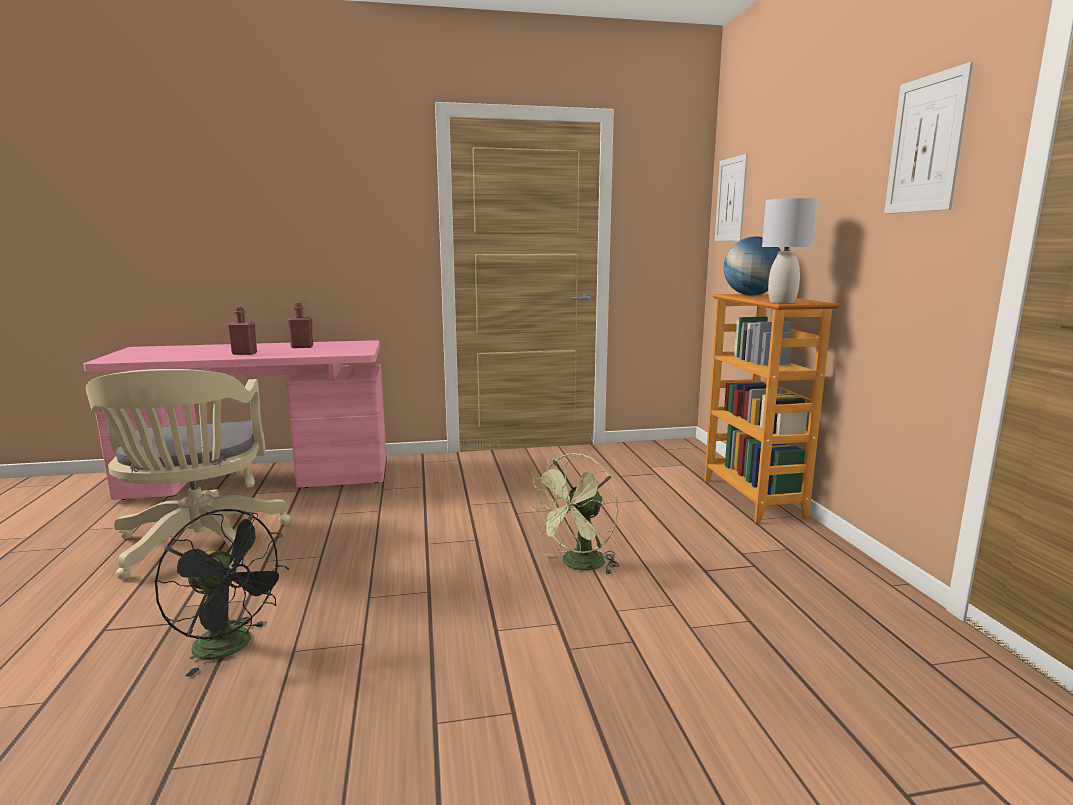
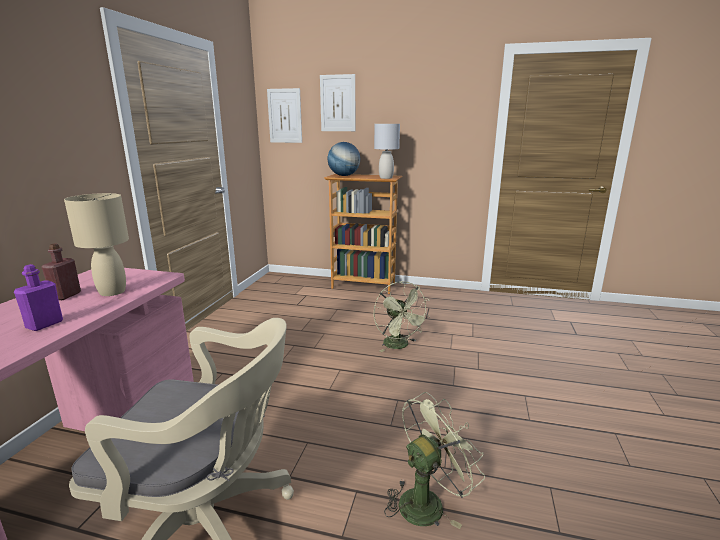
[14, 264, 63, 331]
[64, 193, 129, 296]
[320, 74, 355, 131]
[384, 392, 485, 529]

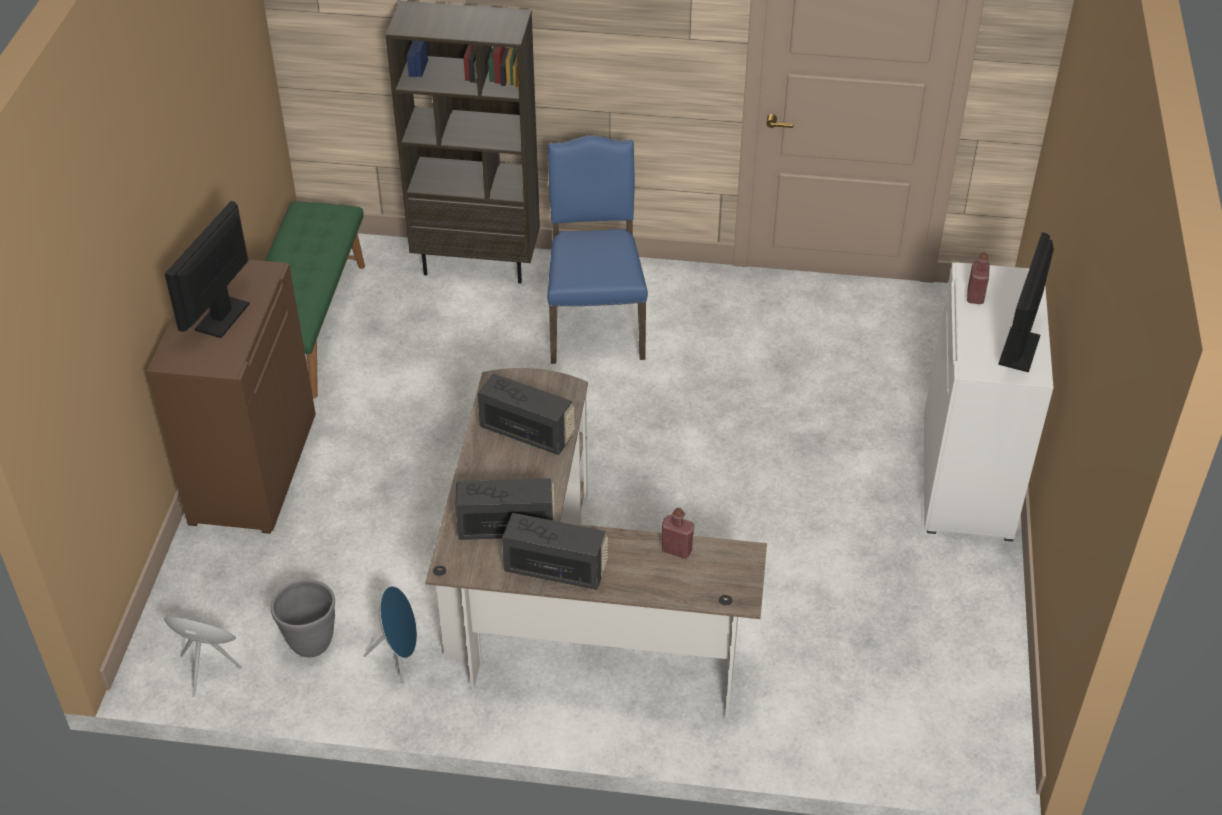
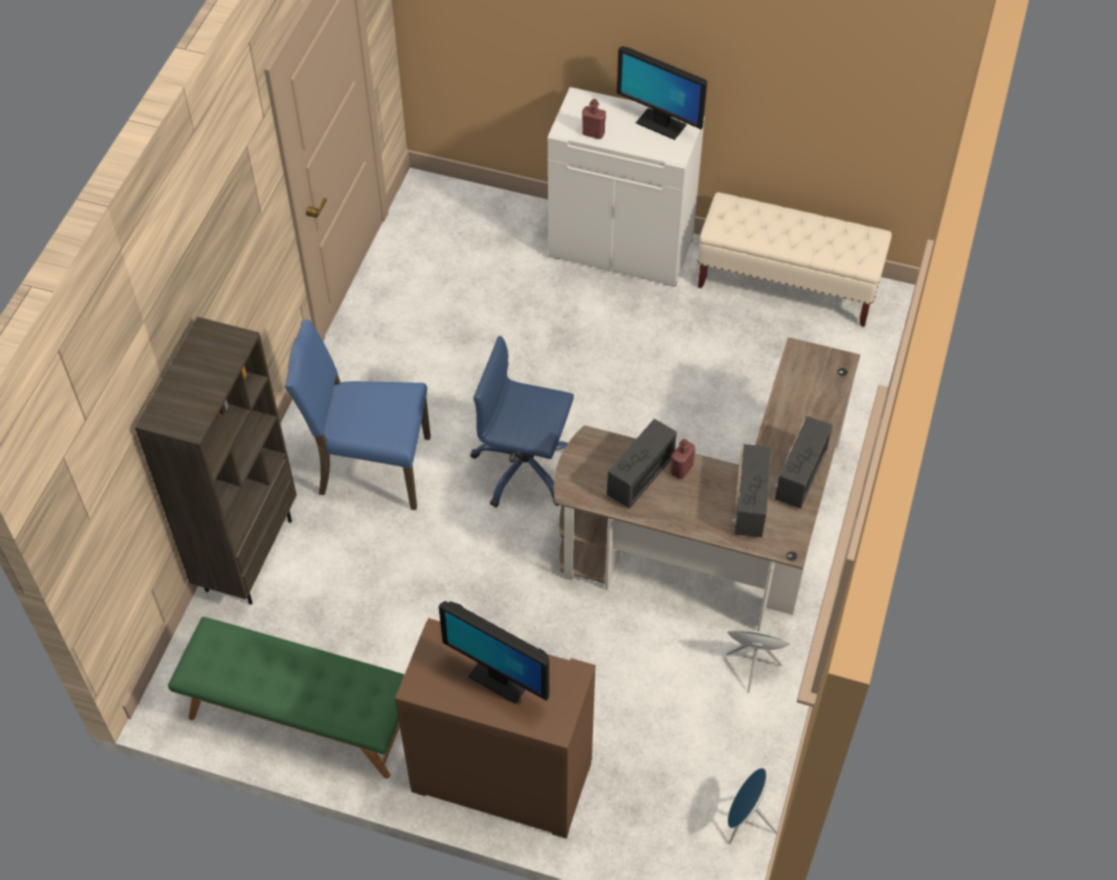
[471, 336, 574, 508]
[670, 439, 695, 479]
[697, 192, 892, 327]
[271, 579, 335, 657] (first image)

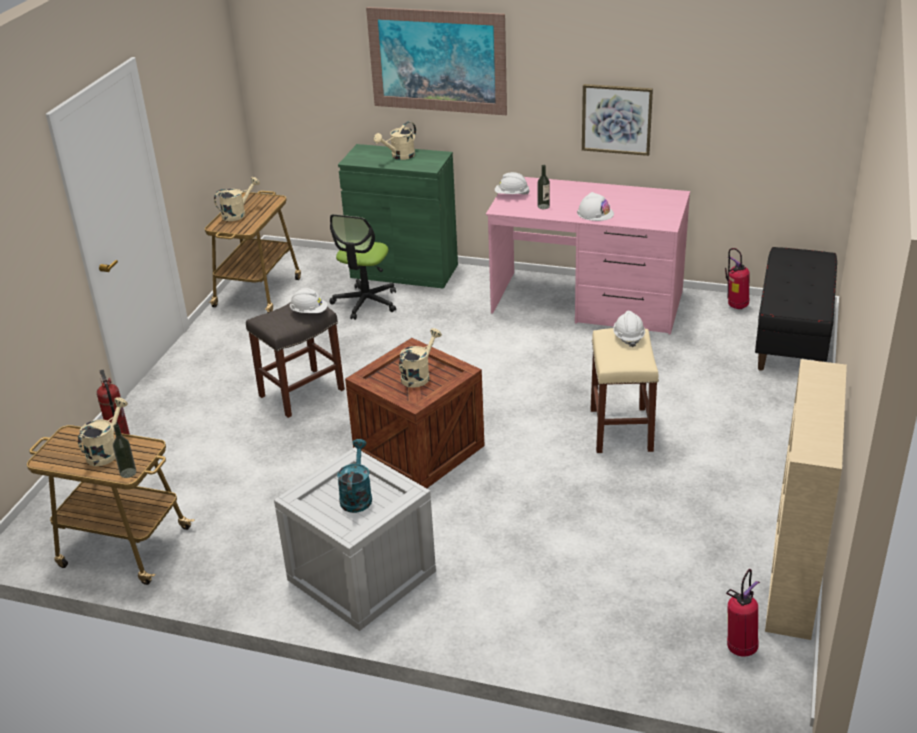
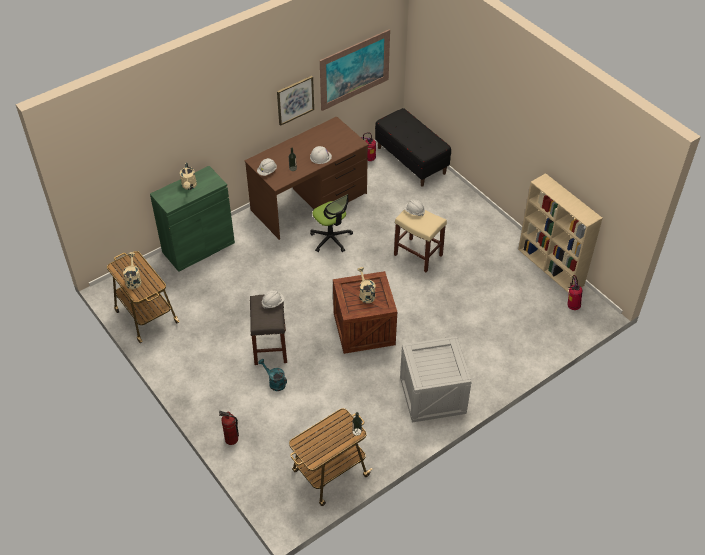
[244, 116, 369, 240]
[258, 359, 287, 391]
[310, 194, 353, 252]
[320, 29, 390, 111]
[78, 398, 128, 466] (first image)

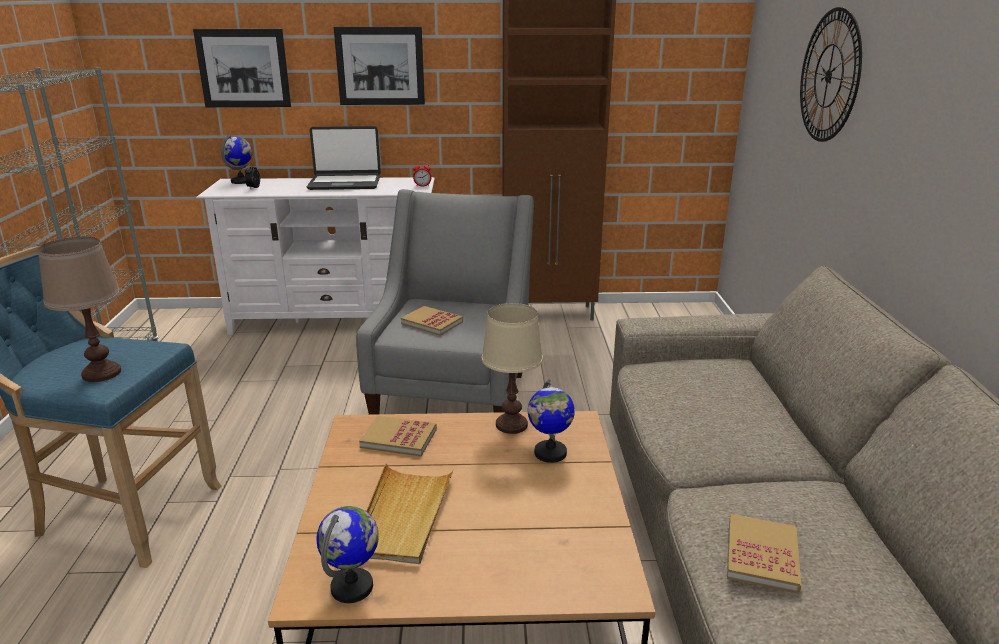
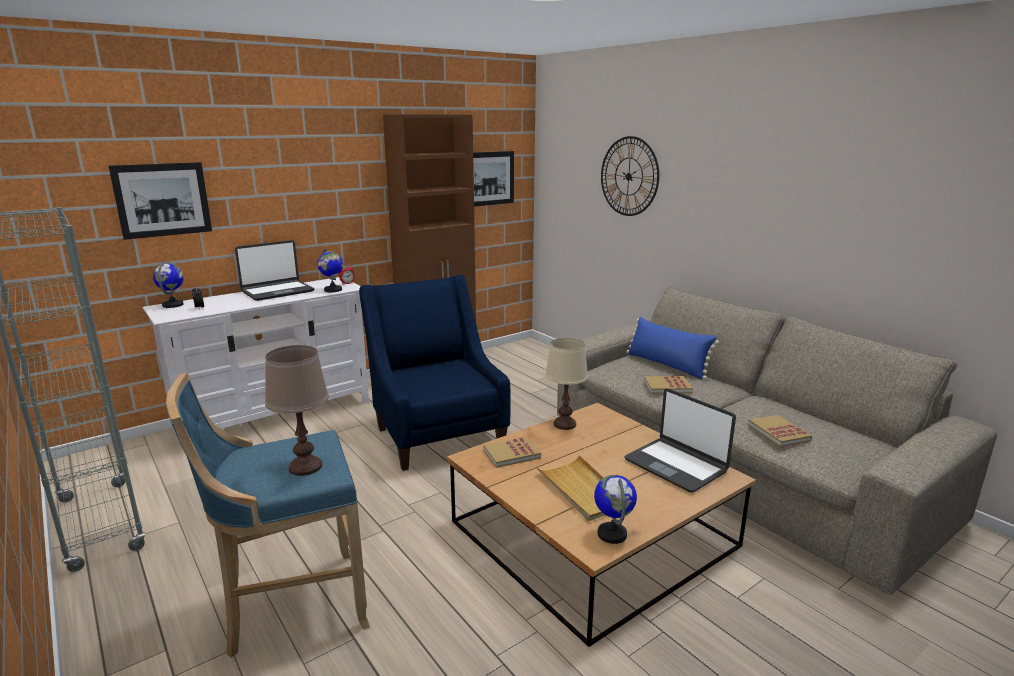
[317, 248, 343, 293]
[359, 275, 511, 471]
[473, 151, 514, 207]
[625, 388, 736, 492]
[626, 317, 719, 380]
[644, 376, 693, 394]

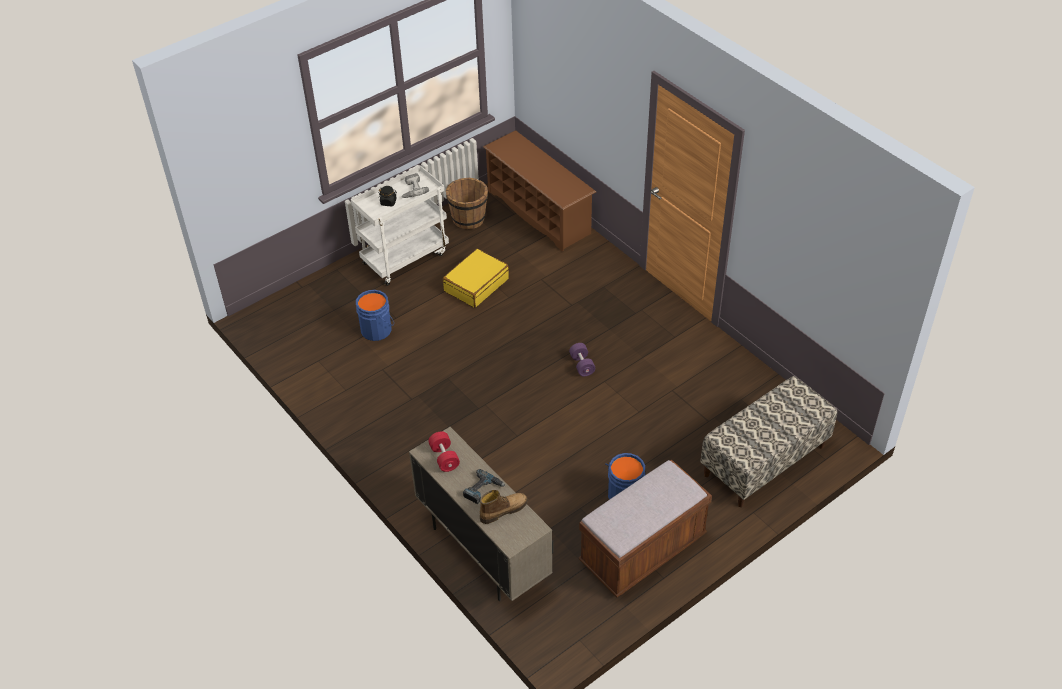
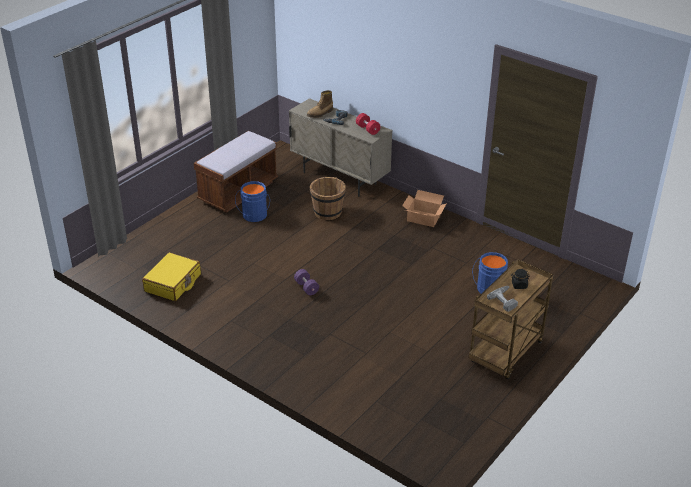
[142, 252, 201, 301]
[310, 177, 346, 220]
[402, 190, 447, 227]
[469, 259, 554, 380]
[483, 130, 596, 252] (first image)
[700, 376, 837, 507] (first image)

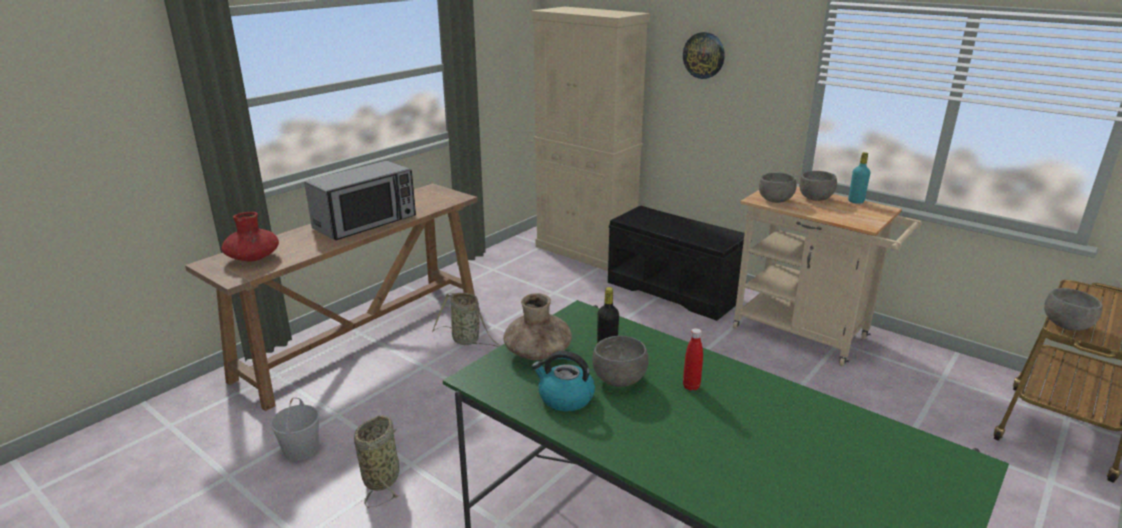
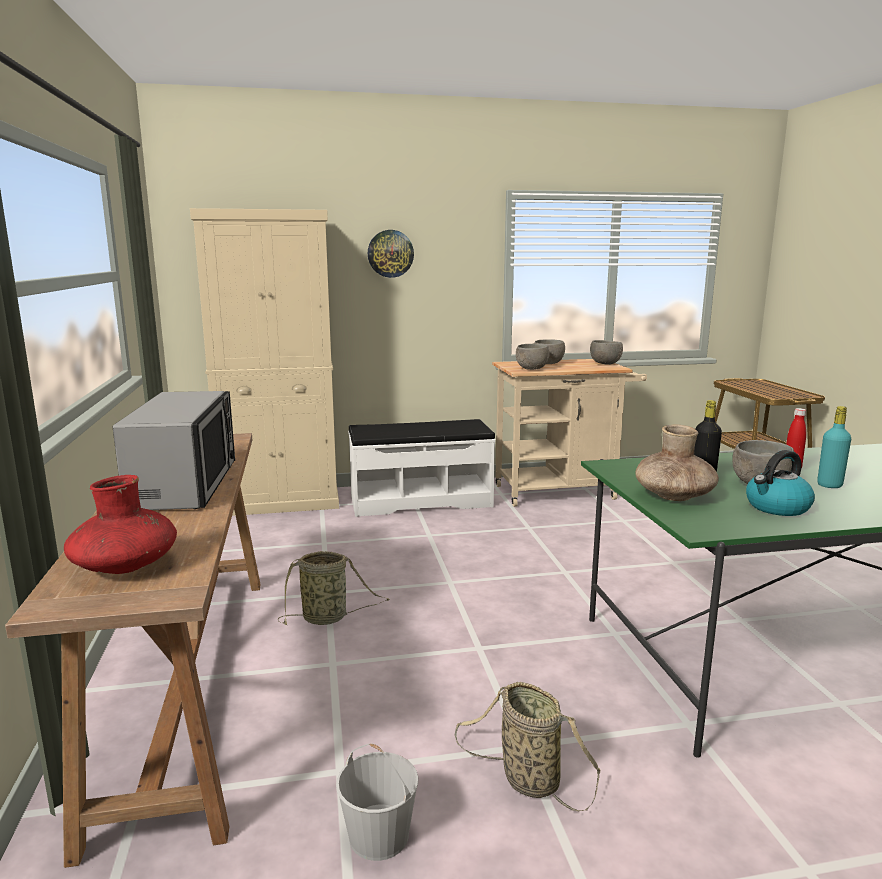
[348, 419, 496, 517]
[590, 340, 623, 365]
[817, 406, 851, 488]

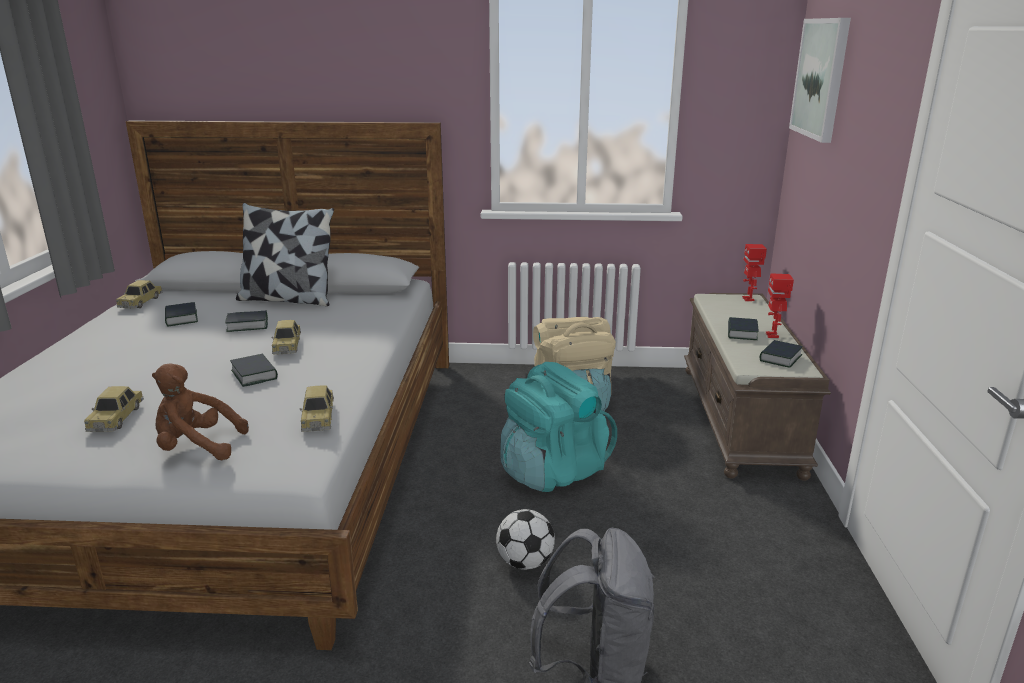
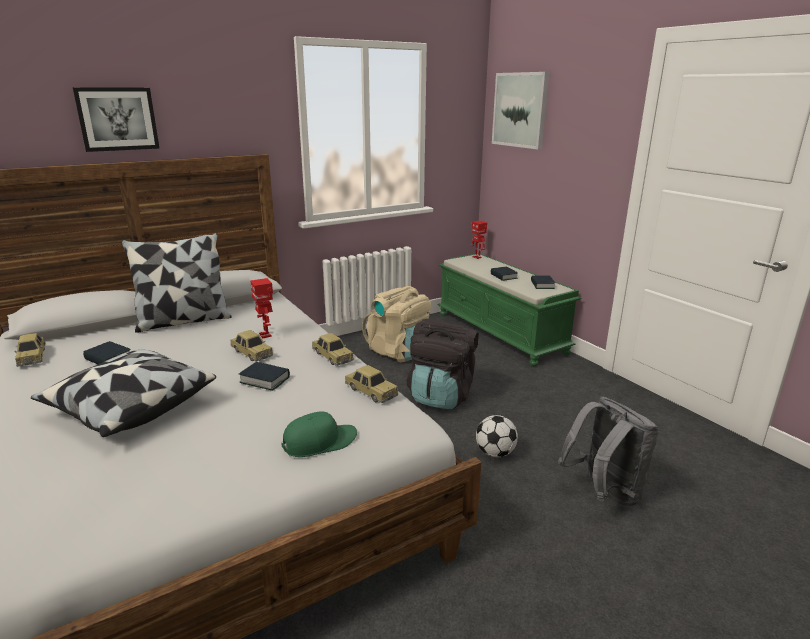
[31, 350, 216, 437]
[73, 87, 160, 152]
[250, 278, 273, 339]
[281, 411, 357, 457]
[312, 333, 354, 366]
[407, 319, 479, 409]
[438, 253, 582, 366]
[225, 310, 268, 332] (first image)

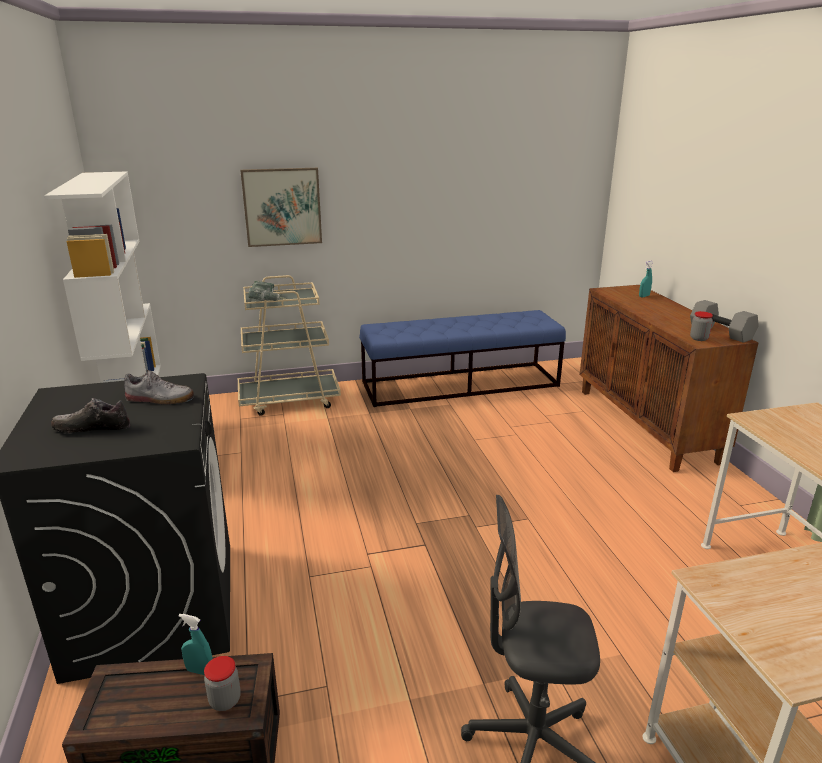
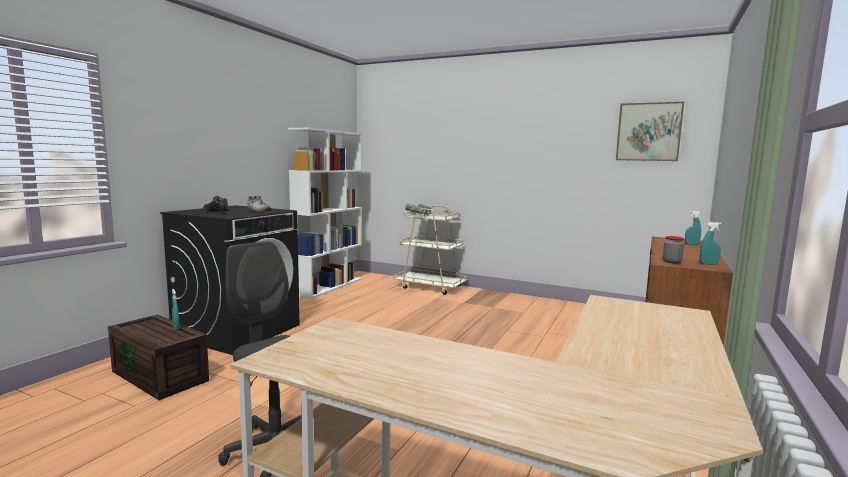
[616, 102, 684, 161]
[699, 222, 722, 265]
[204, 656, 241, 711] (first image)
[359, 310, 566, 407] (first image)

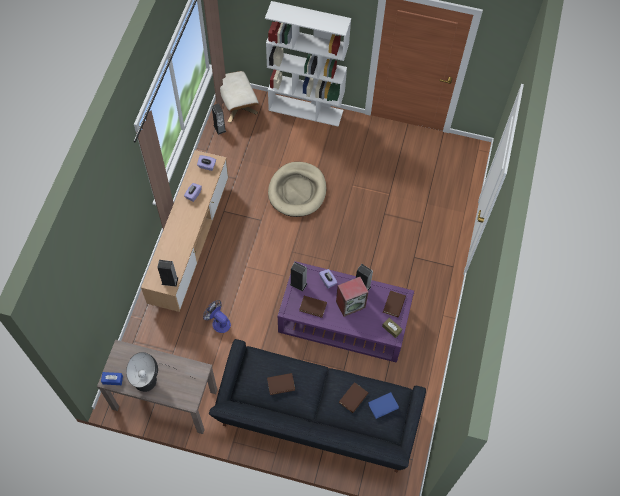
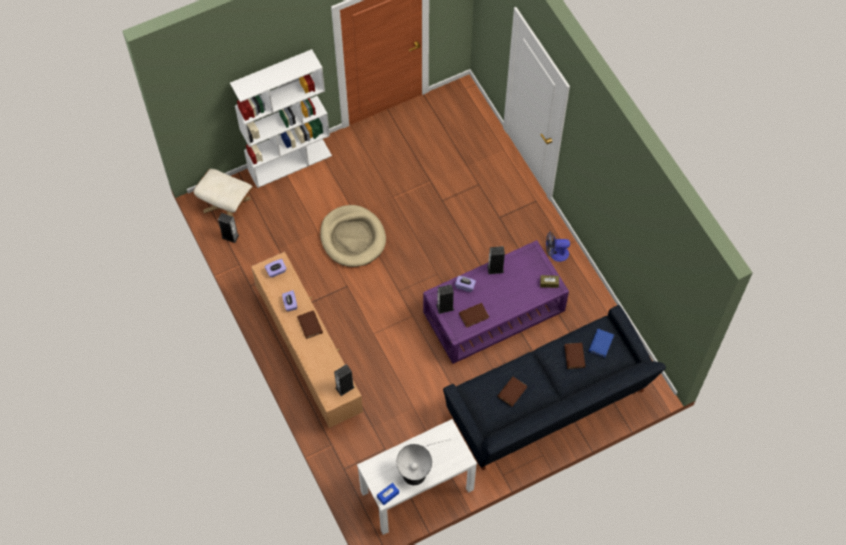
[297, 310, 323, 339]
[357, 419, 477, 535]
[546, 232, 570, 262]
[336, 277, 368, 317] (first image)

